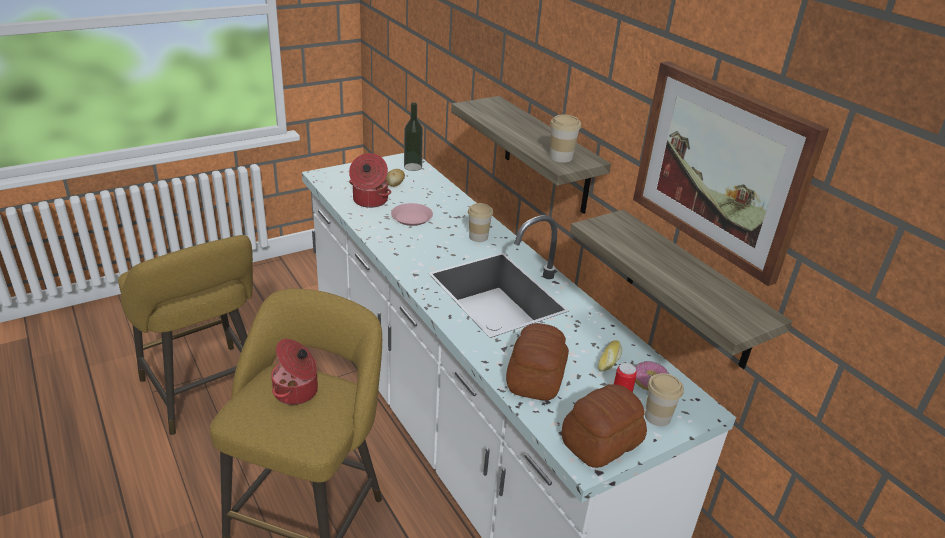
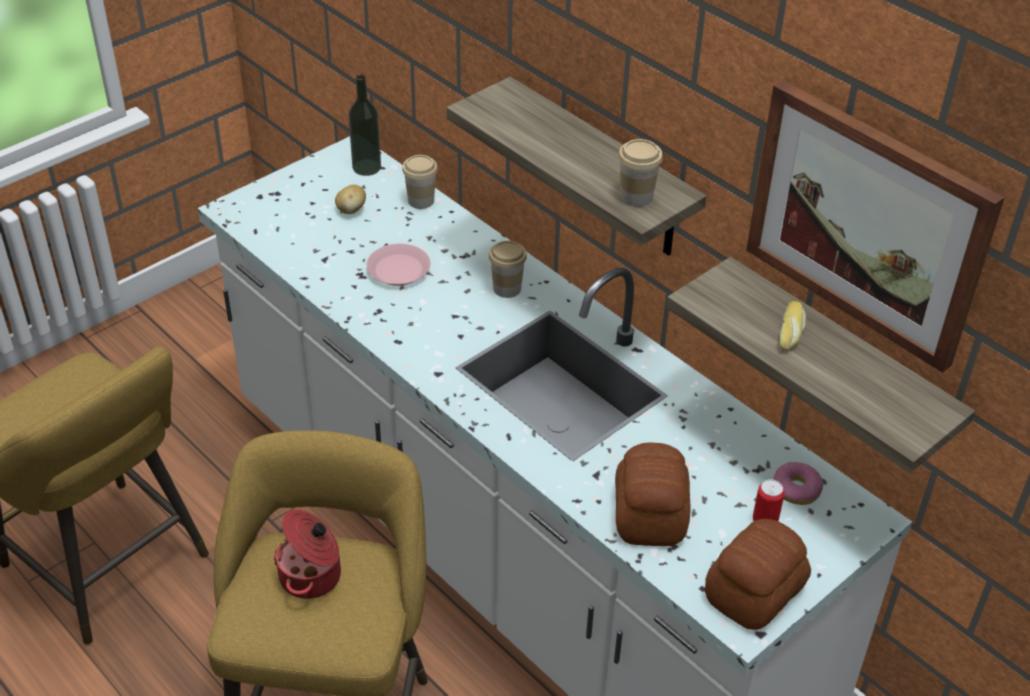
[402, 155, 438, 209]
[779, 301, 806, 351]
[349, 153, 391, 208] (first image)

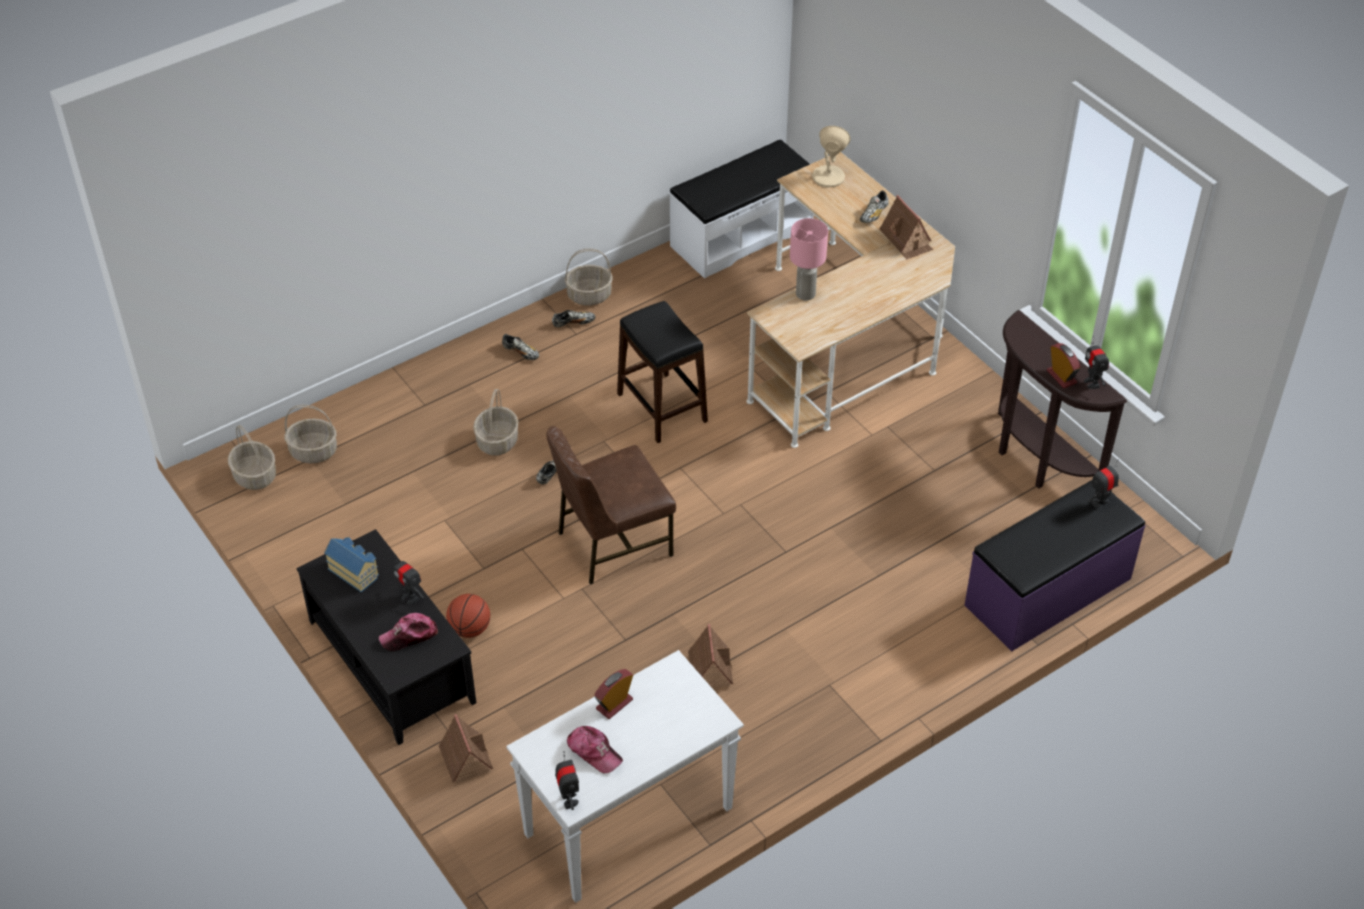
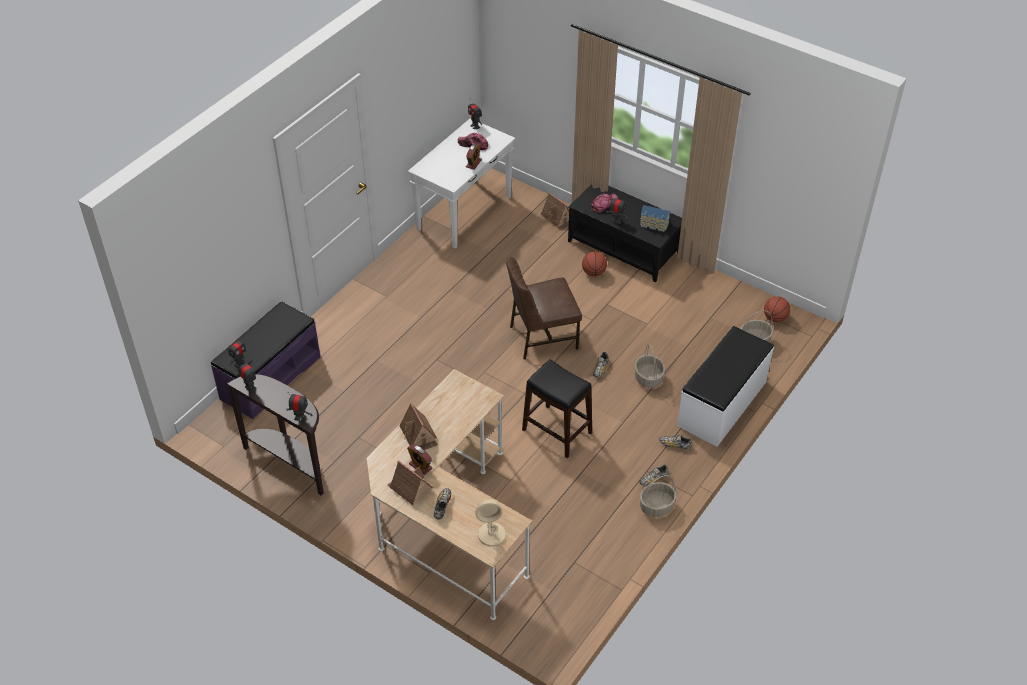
[286, 392, 313, 422]
[399, 403, 438, 450]
[407, 444, 432, 475]
[506, 257, 582, 360]
[677, 326, 774, 447]
[764, 296, 790, 322]
[790, 218, 828, 300] (first image)

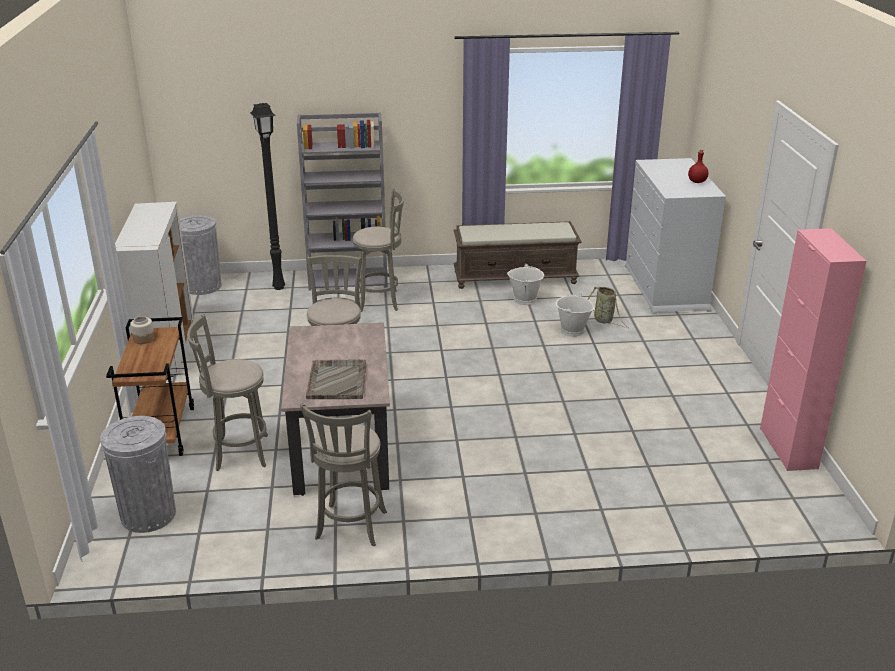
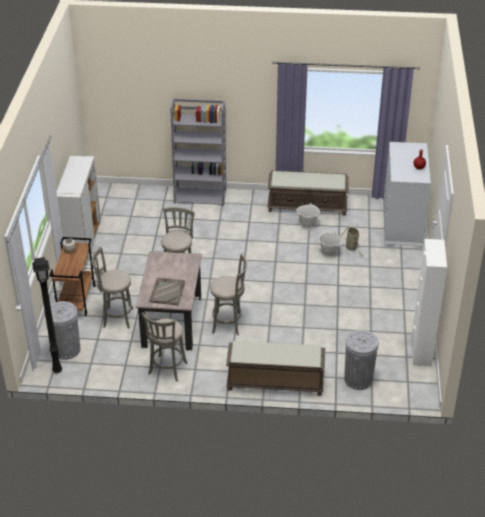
[32, 257, 62, 373]
[210, 254, 247, 335]
[226, 341, 325, 396]
[344, 330, 379, 390]
[411, 239, 447, 366]

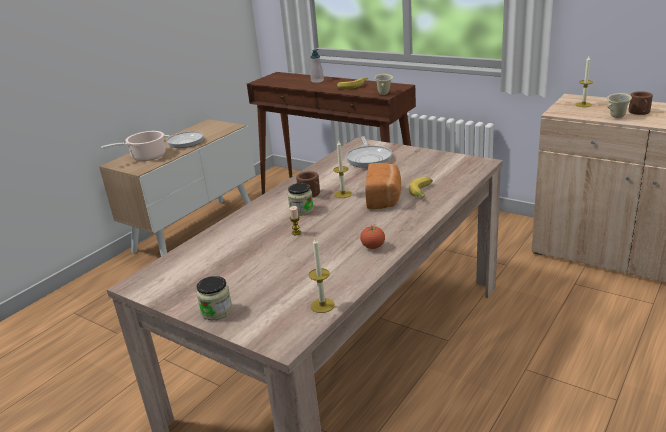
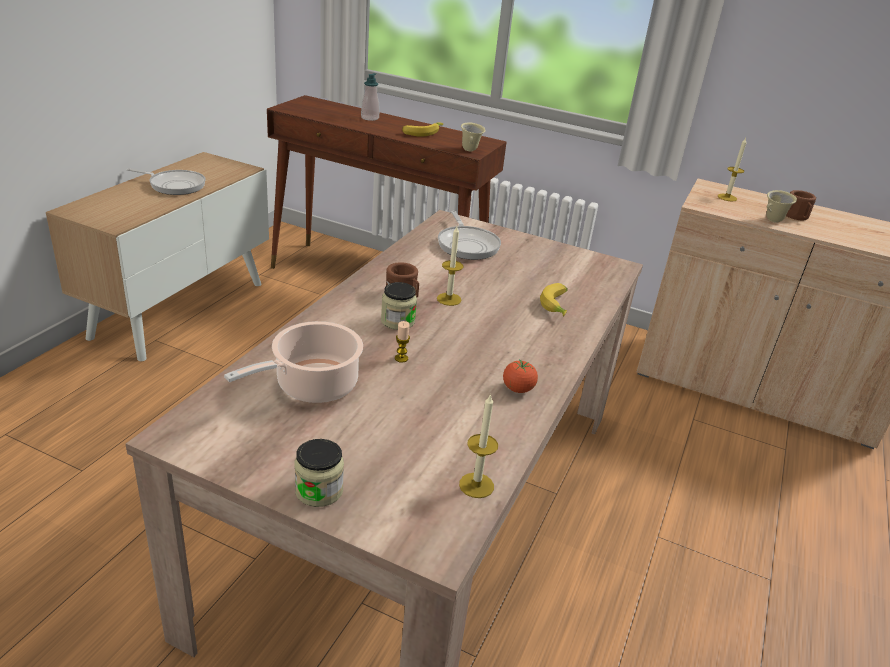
[224, 321, 363, 403]
[365, 163, 401, 209] (first image)

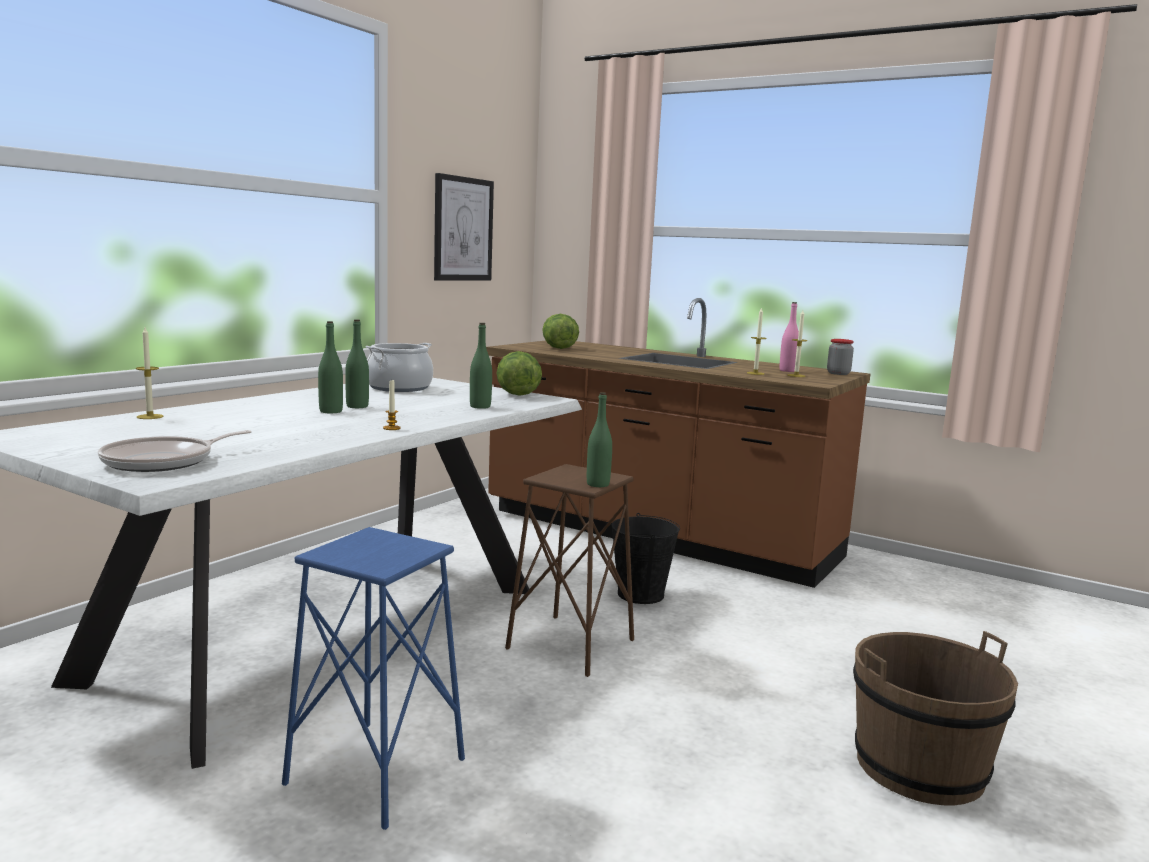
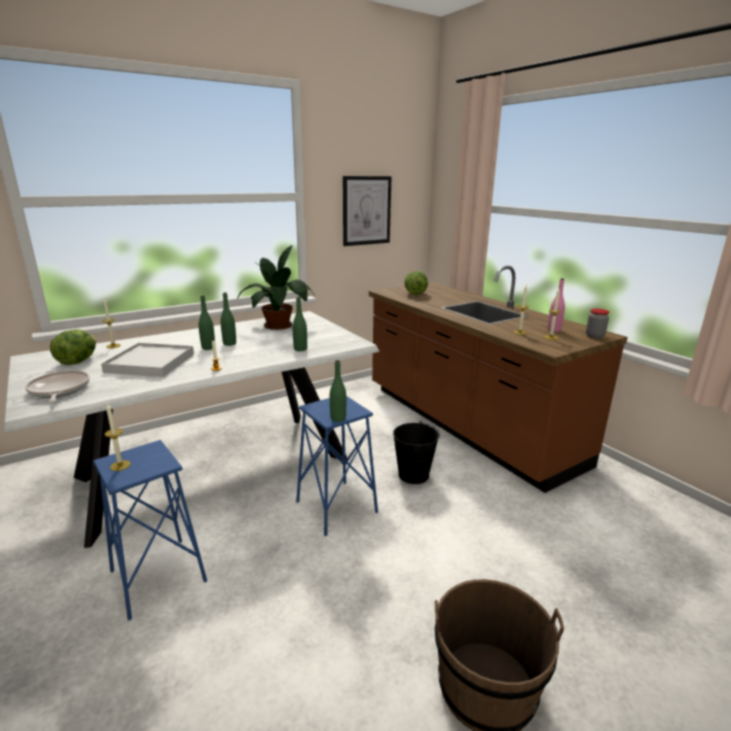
[25, 371, 90, 403]
[50, 329, 96, 365]
[101, 343, 194, 377]
[105, 403, 131, 471]
[237, 245, 315, 330]
[296, 396, 378, 537]

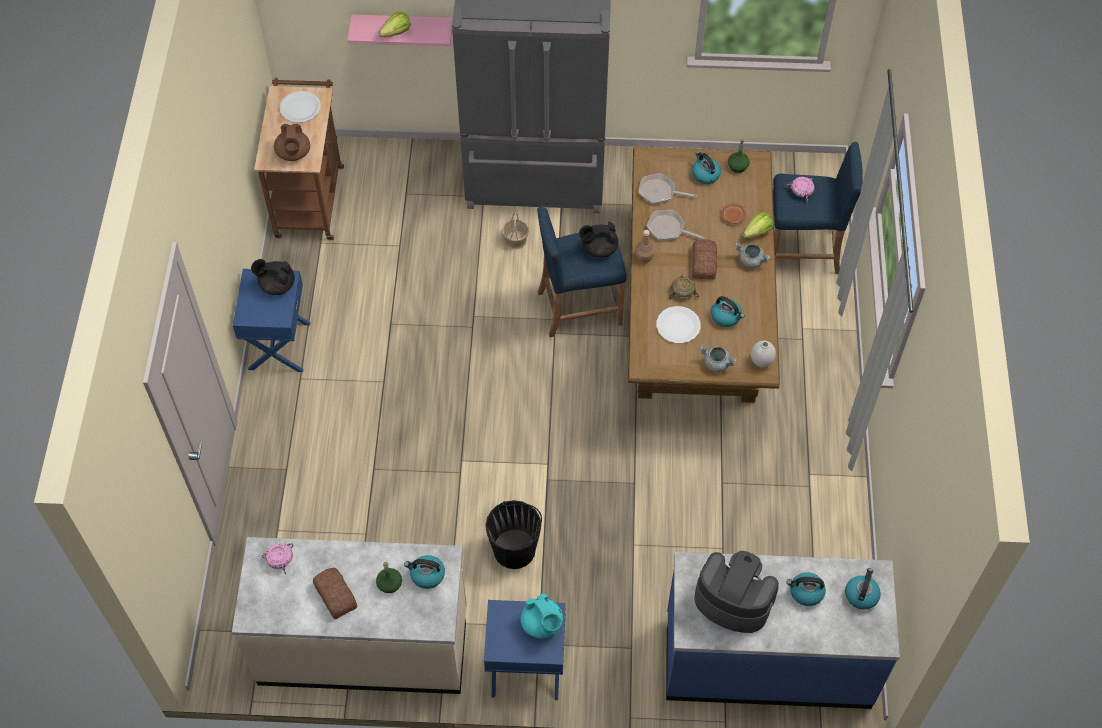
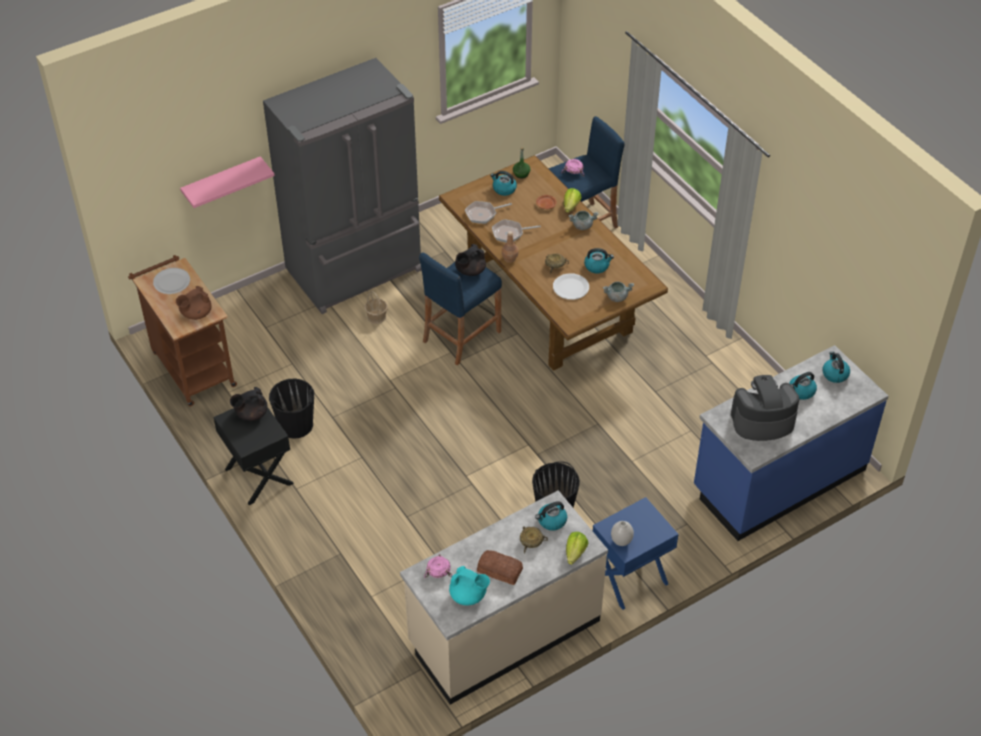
[176, 286, 211, 320]
[213, 407, 294, 505]
[269, 379, 314, 439]
[449, 566, 490, 605]
[520, 526, 548, 554]
[566, 532, 588, 565]
[611, 521, 634, 546]
[692, 240, 717, 280] (first image)

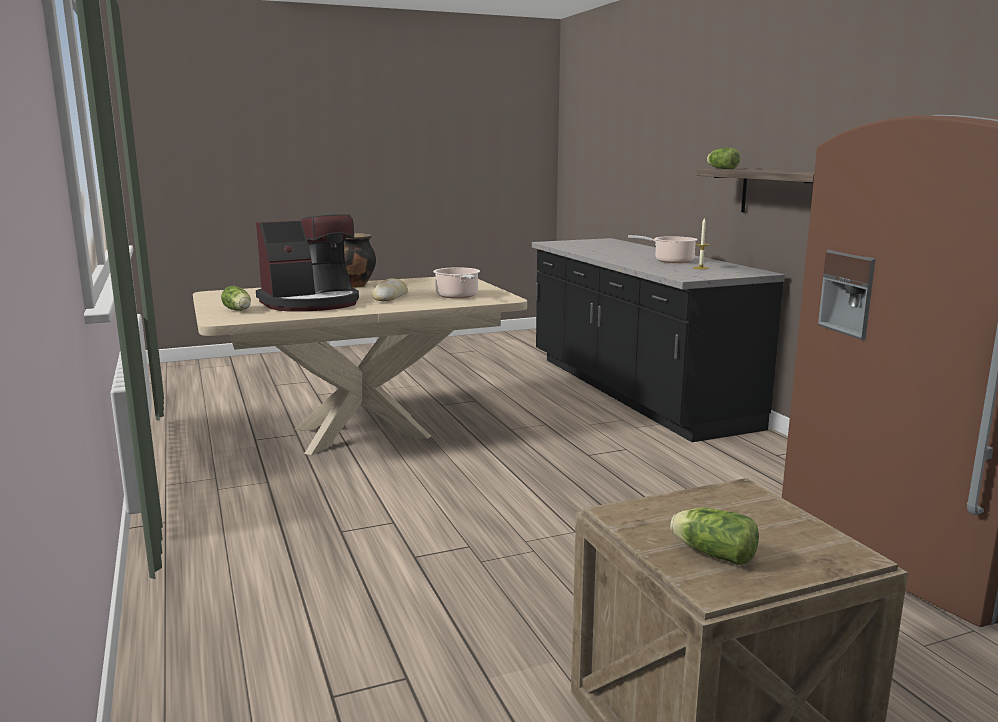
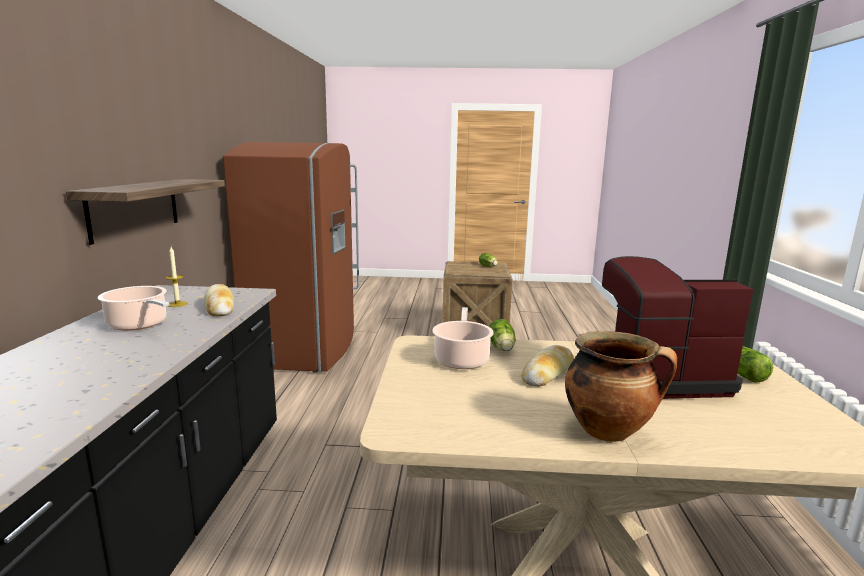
[204, 284, 234, 316]
[489, 319, 516, 351]

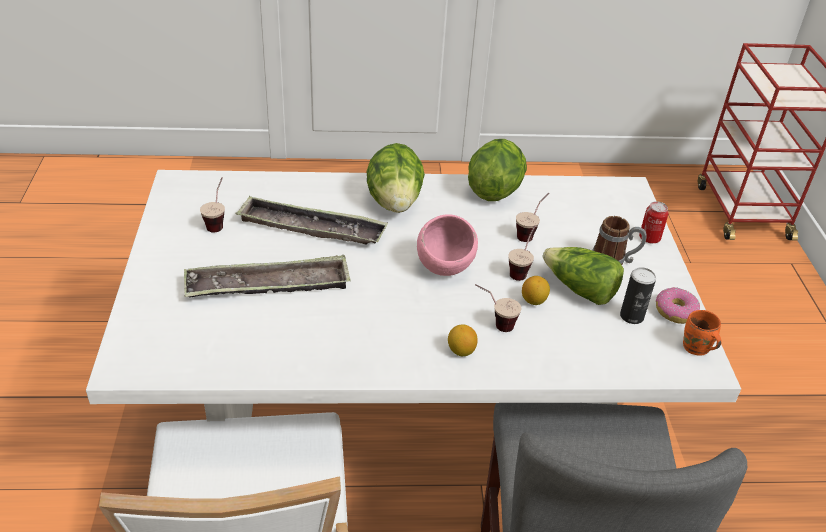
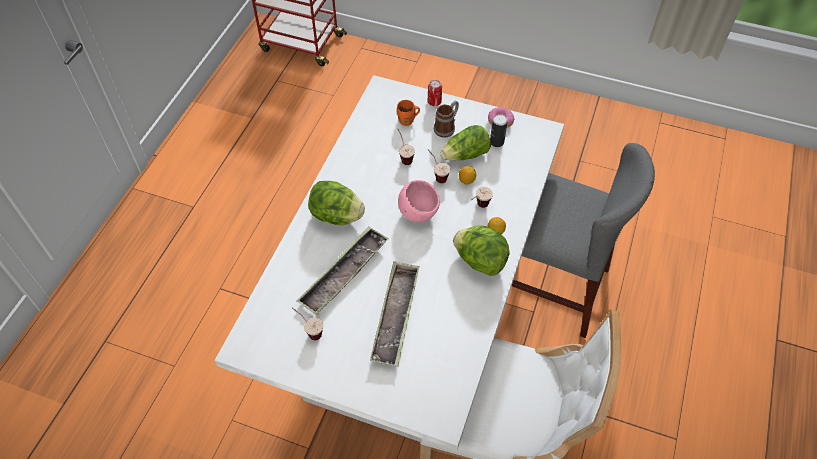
[397, 100, 420, 126]
[453, 225, 510, 276]

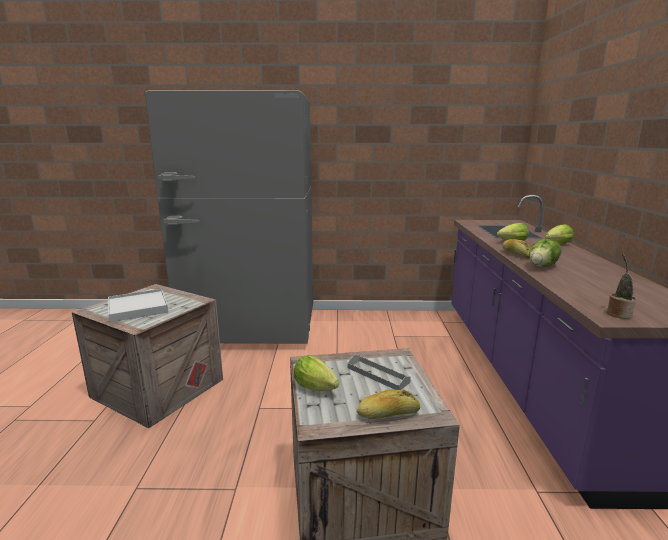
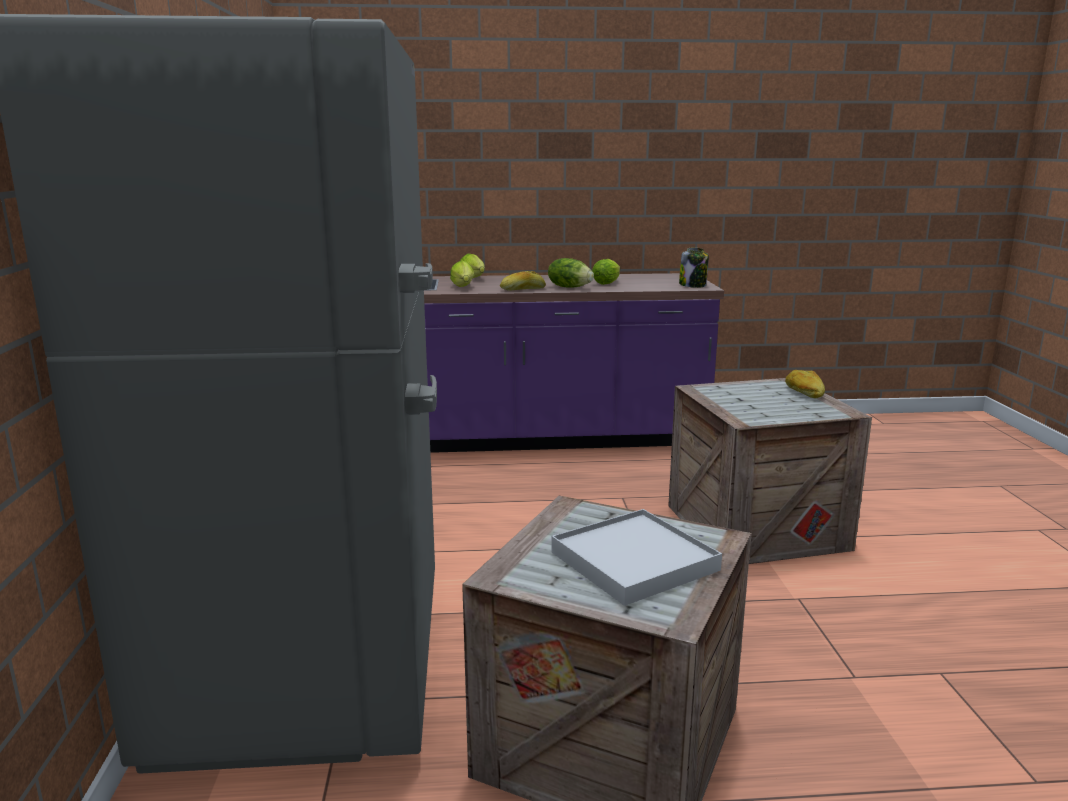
[592, 259, 620, 285]
[679, 248, 709, 288]
[348, 355, 411, 390] (first image)

